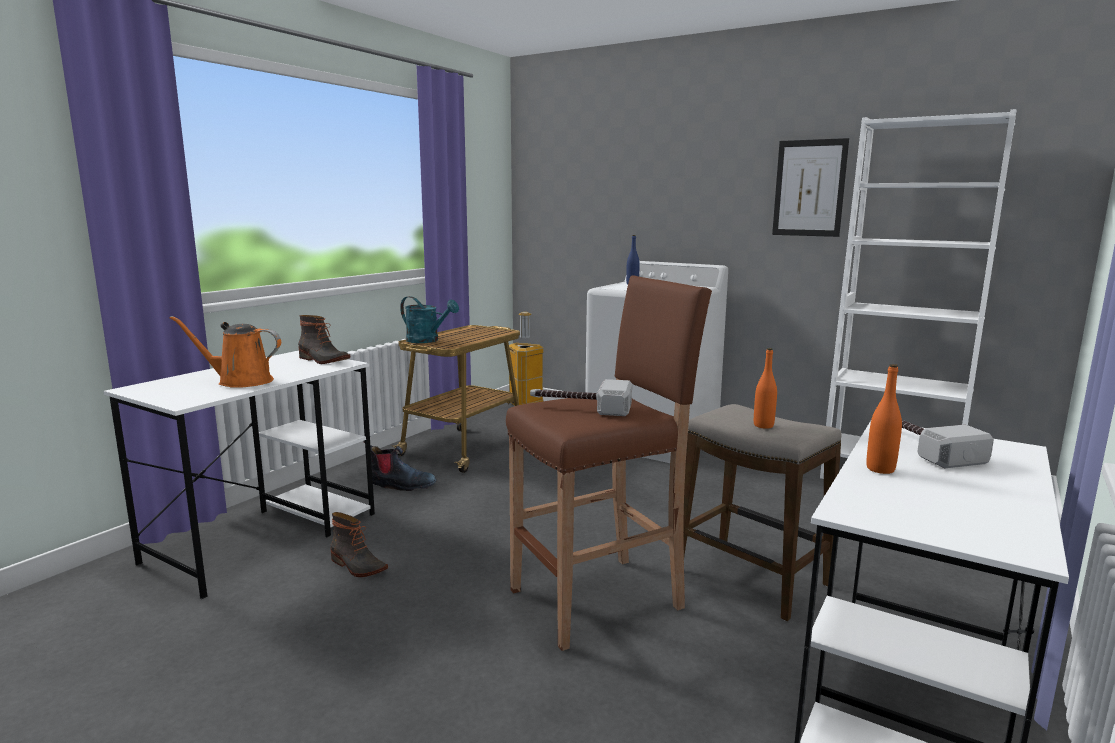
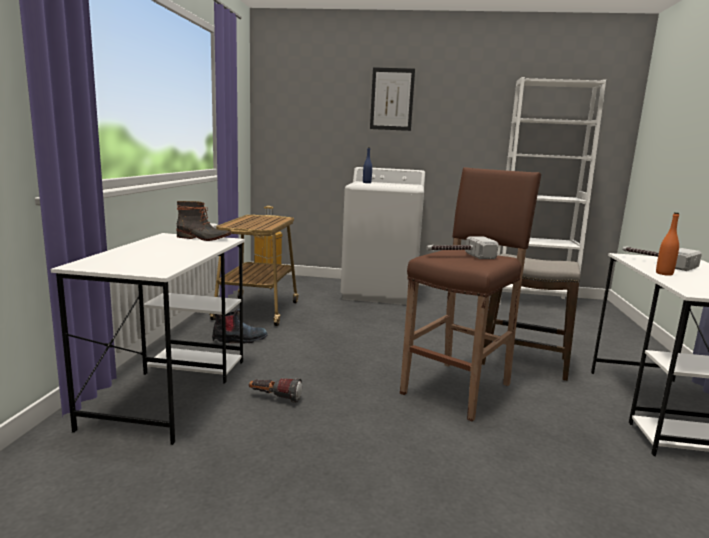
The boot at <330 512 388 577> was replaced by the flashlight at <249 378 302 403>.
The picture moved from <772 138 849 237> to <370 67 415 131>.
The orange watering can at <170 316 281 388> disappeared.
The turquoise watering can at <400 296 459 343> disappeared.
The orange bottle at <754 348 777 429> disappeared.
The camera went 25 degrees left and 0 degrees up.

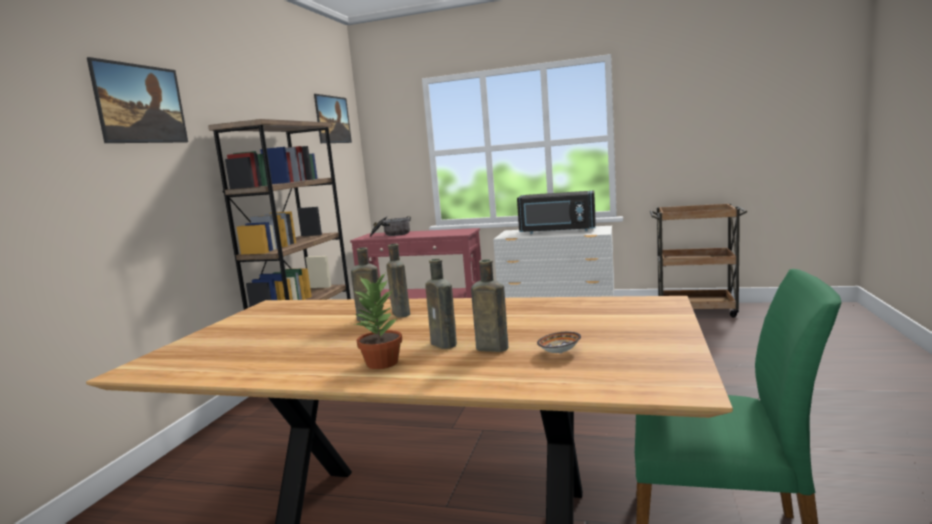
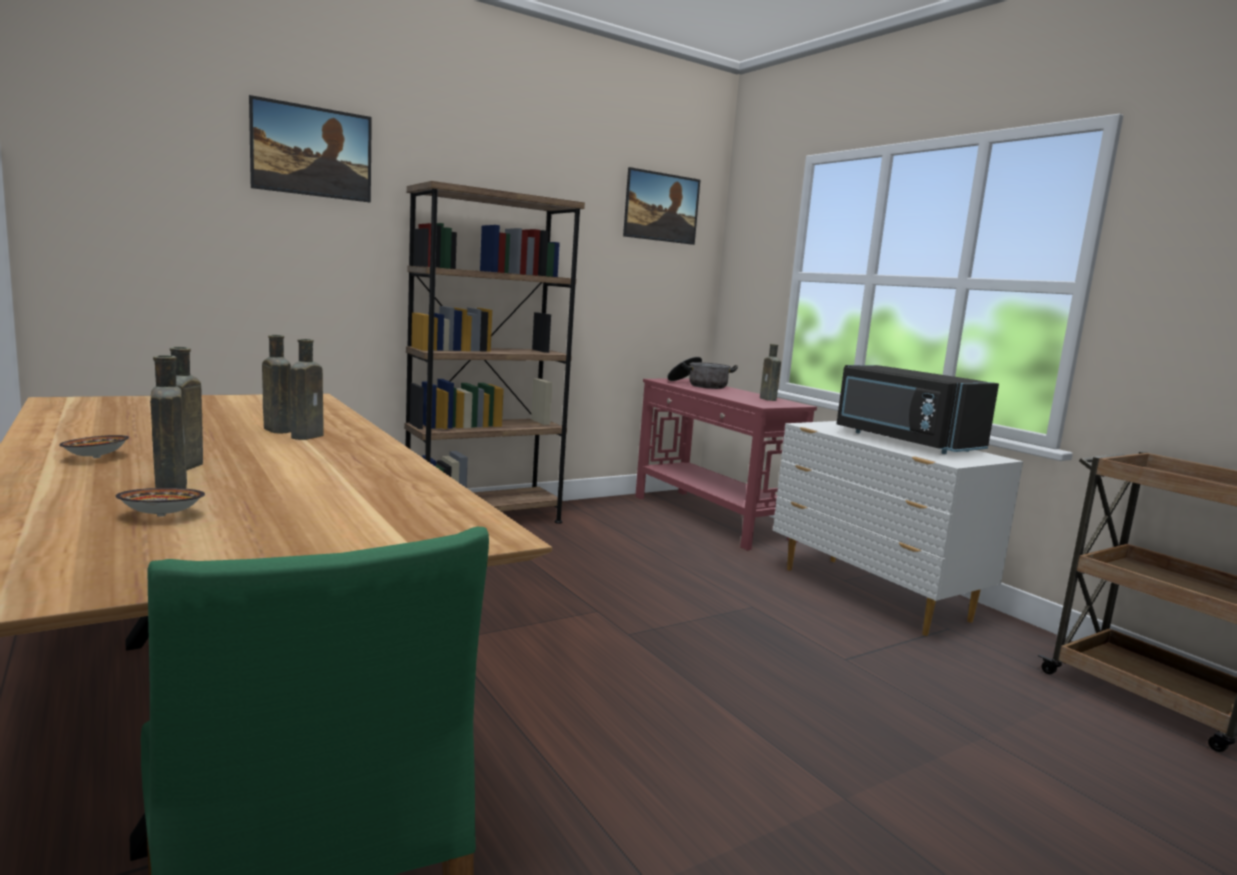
The potted plant at <354 274 402 369> was replaced by the bowl at <59 435 129 458>.
The brown bottle at <760 344 781 401> appeared.
The camera went 40 degrees right and 0 degrees up.

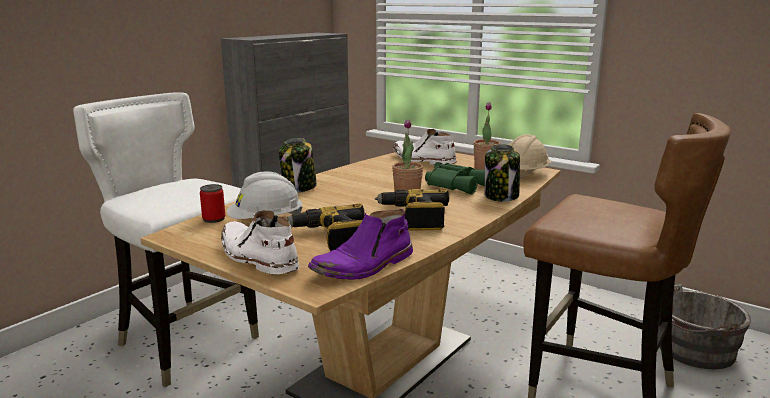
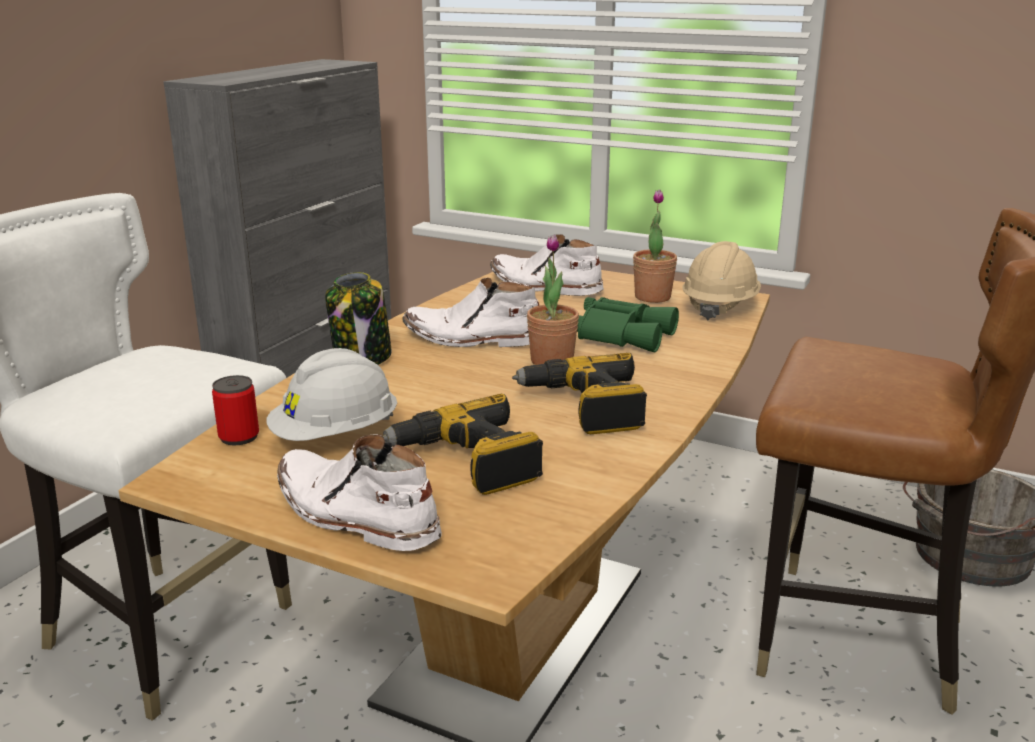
The white boot at <402 278 539 347> appeared.
The purple boot at <308 209 413 280> disappeared.
The jar at <485 144 520 202> disappeared.
The camera went 10 degrees left and 5 degrees up.

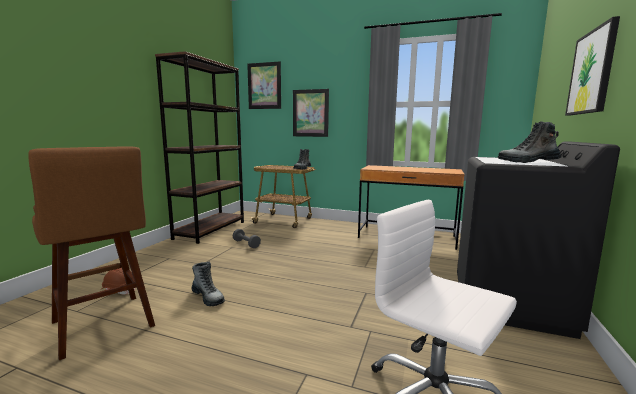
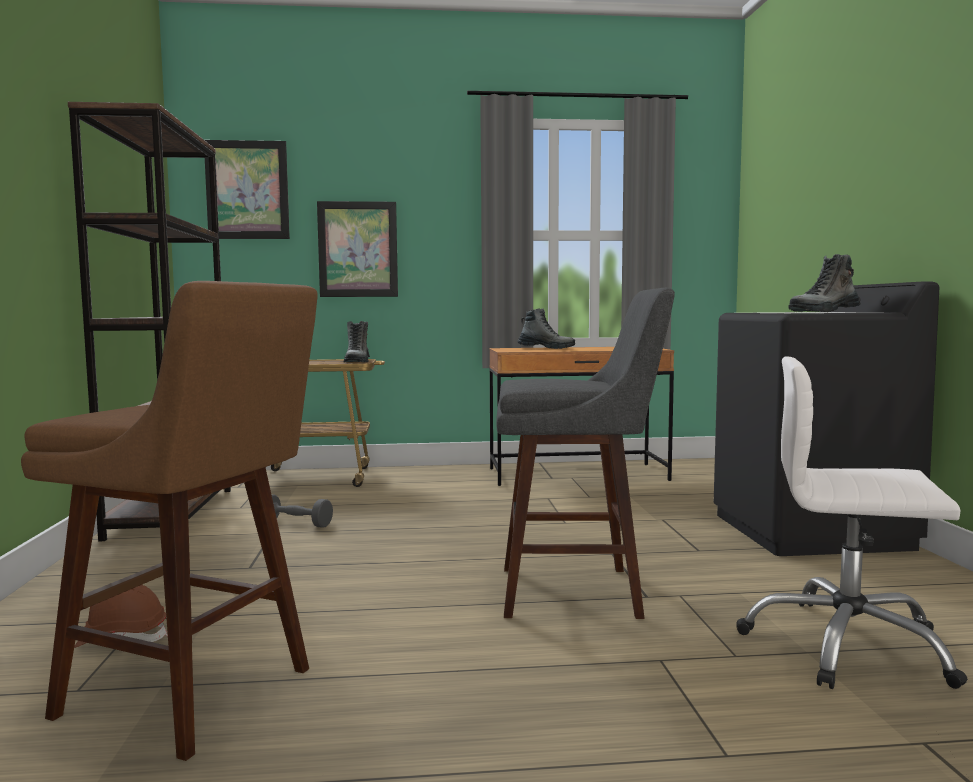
The grey stool at <496 288 675 619> appeared.
The boot moved from <192 261 225 306> to <517 308 575 349>.
The picture at <565 16 620 115> disappeared.
The camera went 25 degrees left and 5 degrees down.

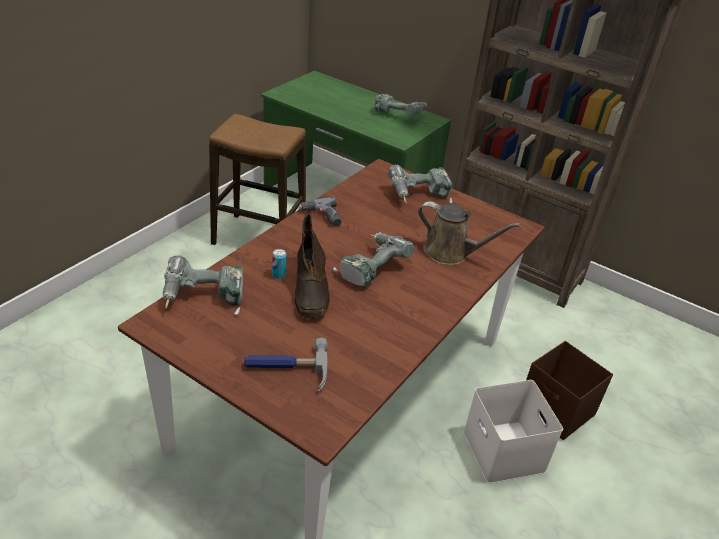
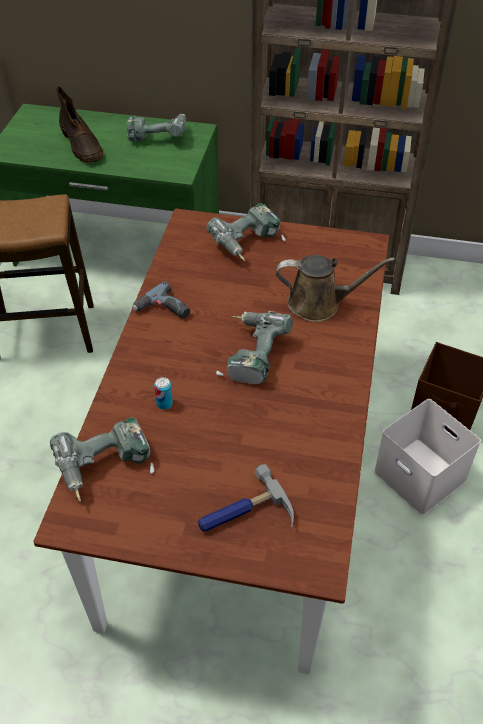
The brown boot moved from <295 213 330 318> to <56 86 103 163>.
The camera went 20 degrees left and 10 degrees up.

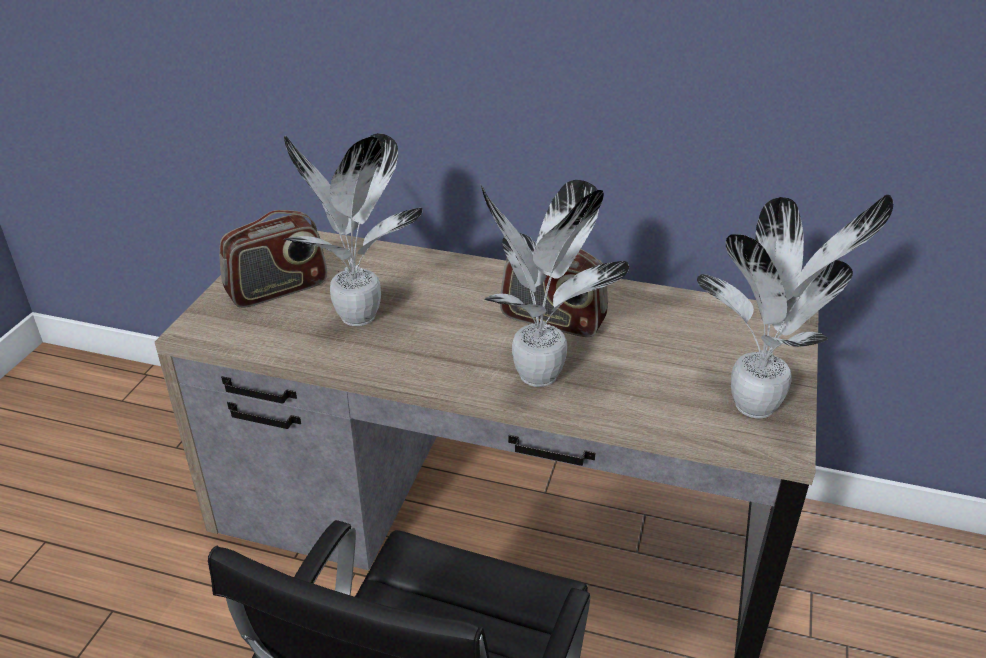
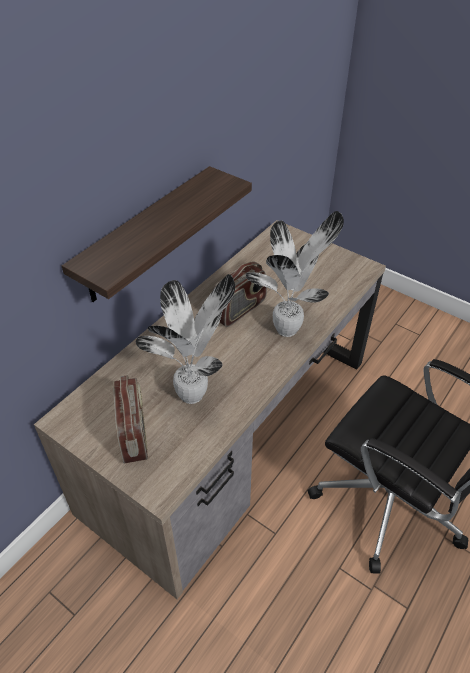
The shelf at <62 166 252 302> appeared.
The potted plant at <697 195 893 418> disappeared.
The camera went 70 degrees left and 10 degrees up.

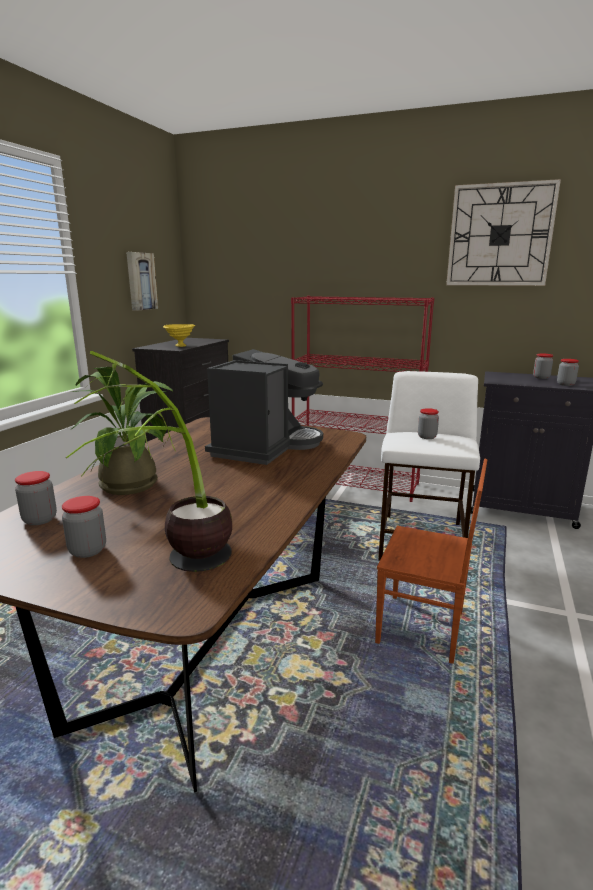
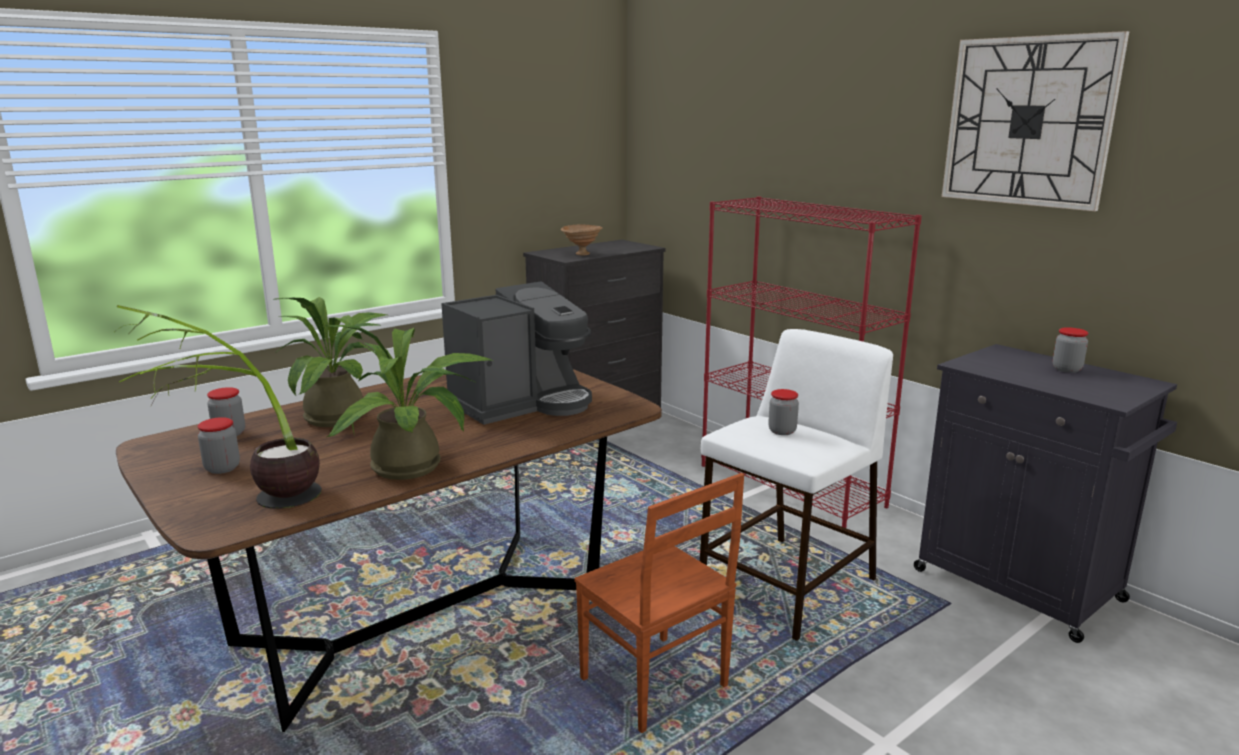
The potted plant at <324 325 494 480> appeared.
The yellow bowl at <163 324 195 347> became the brown bowl at <561 225 603 255>.
The picture at <126 252 158 311> disappeared.
The jar at <557 359 579 386> disappeared.
The camera went 30 degrees right and 0 degrees up.

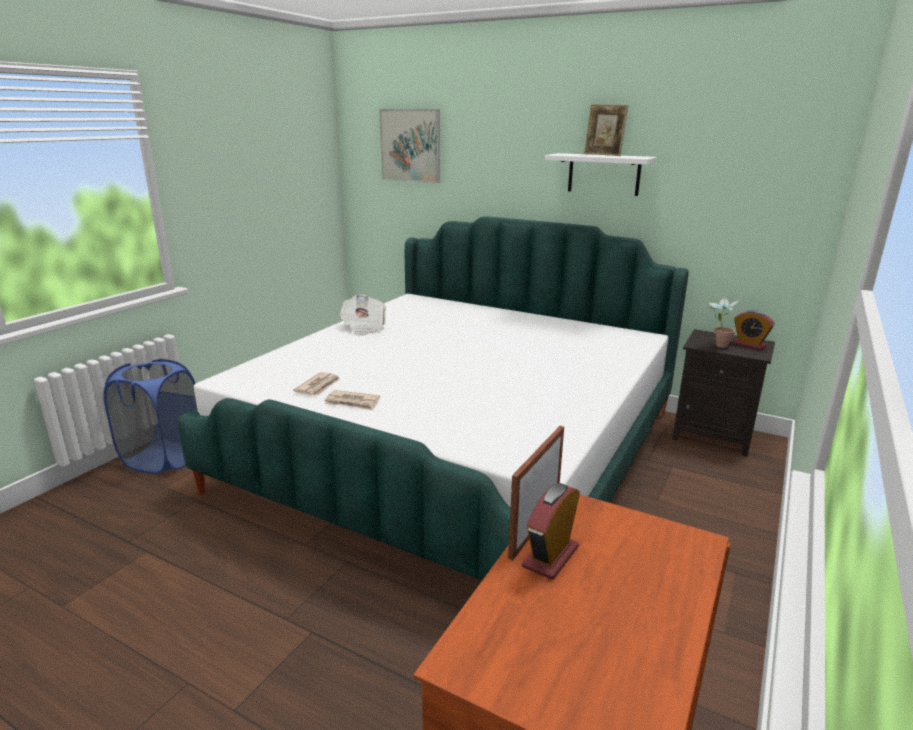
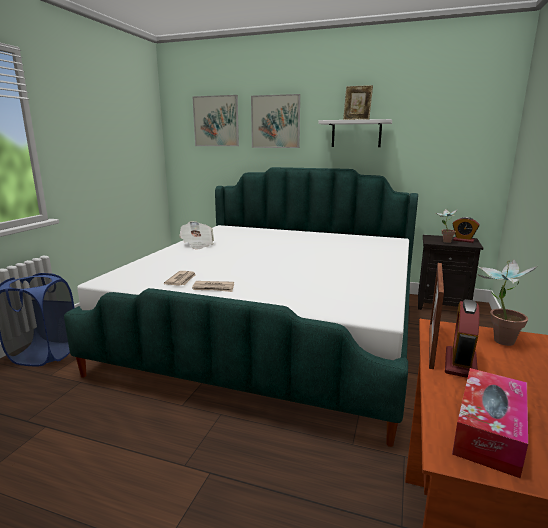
The picture at <251 94 300 148> appeared.
The tissue box at <452 368 528 479> appeared.
The potted plant at <477 260 538 346> appeared.
The camera went 10 degrees left and 5 degrees down.

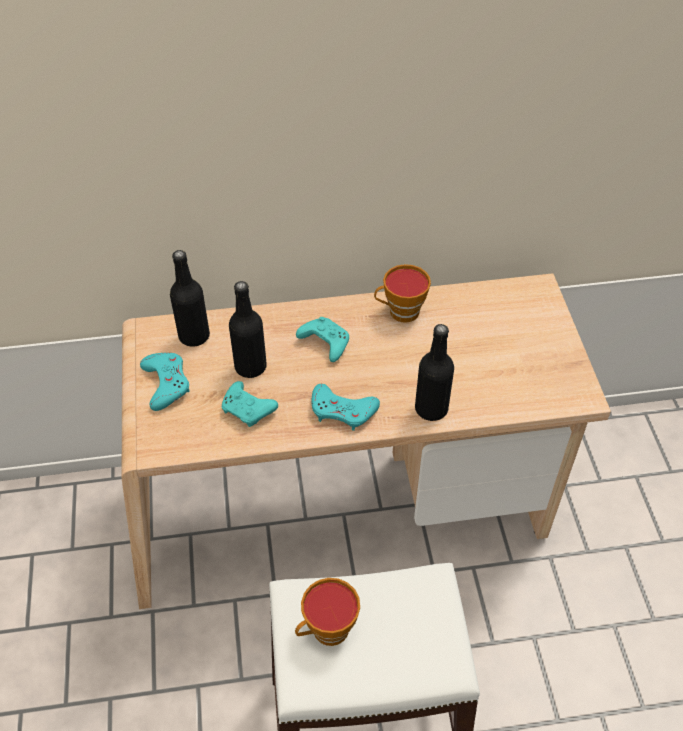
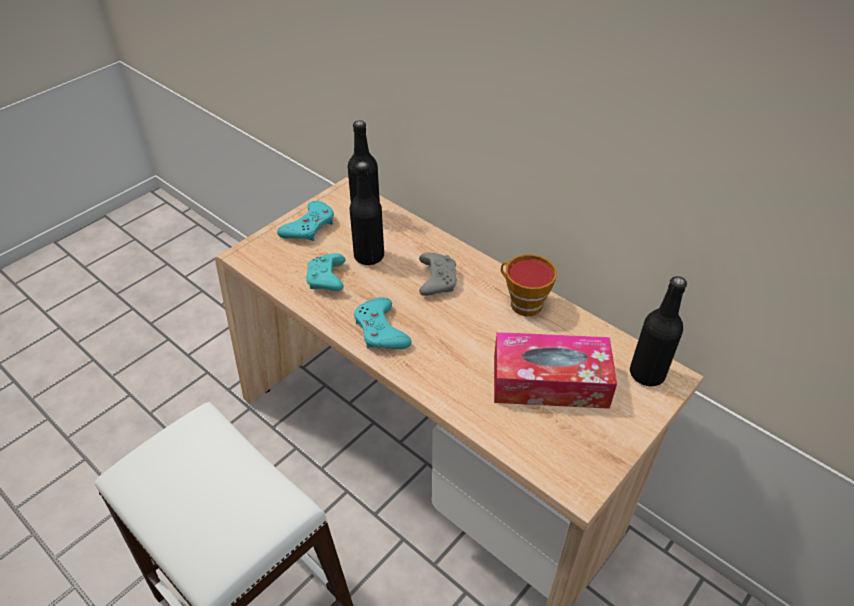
The turquoise game controller at <296 317 349 362> became the grey game controller at <419 253 457 296>.
The tissue box at <494 332 617 409> appeared.
The black bottle moved from <415 324 454 421> to <630 276 687 386>.
The cup at <295 578 360 646> disappeared.
The camera went 50 degrees right and 5 degrees down.

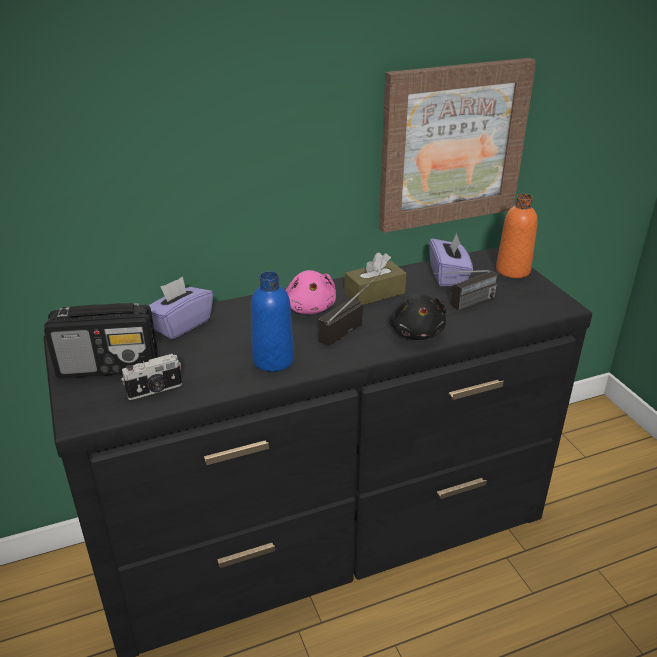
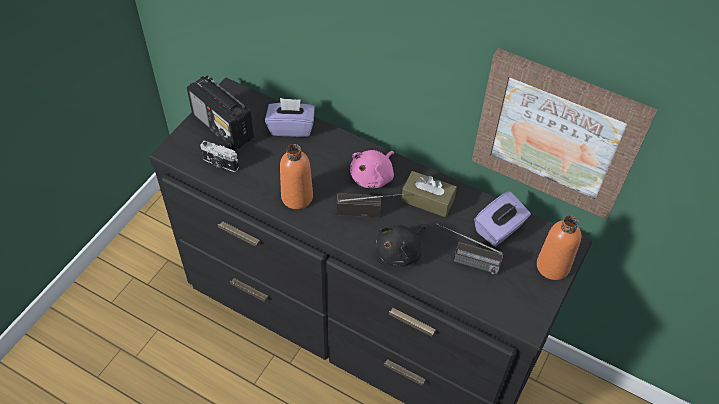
The blue bottle at <251 271 294 372> became the orange bottle at <280 144 313 209>.
The camera went 50 degrees right and 20 degrees up.

